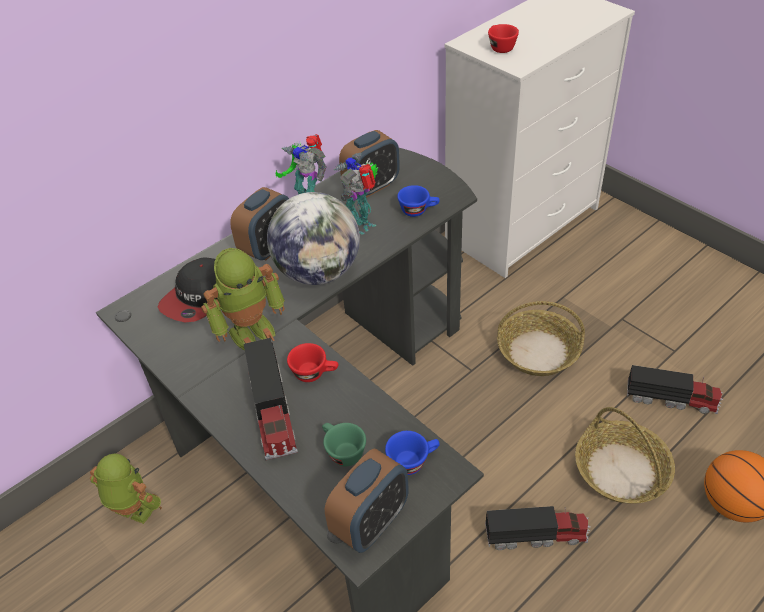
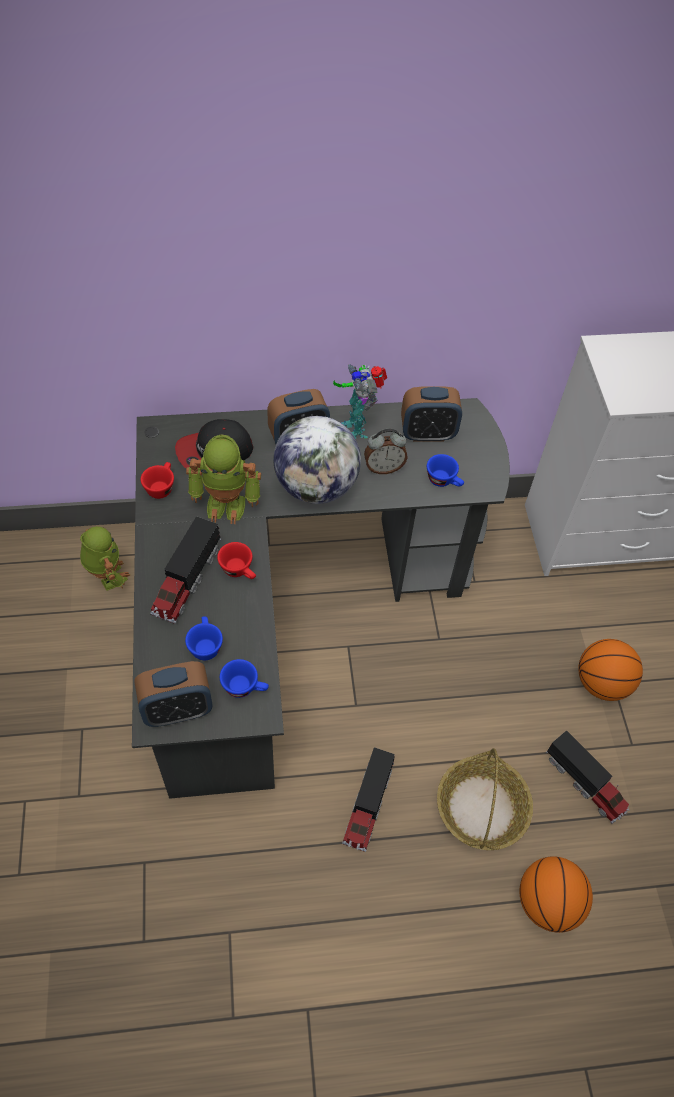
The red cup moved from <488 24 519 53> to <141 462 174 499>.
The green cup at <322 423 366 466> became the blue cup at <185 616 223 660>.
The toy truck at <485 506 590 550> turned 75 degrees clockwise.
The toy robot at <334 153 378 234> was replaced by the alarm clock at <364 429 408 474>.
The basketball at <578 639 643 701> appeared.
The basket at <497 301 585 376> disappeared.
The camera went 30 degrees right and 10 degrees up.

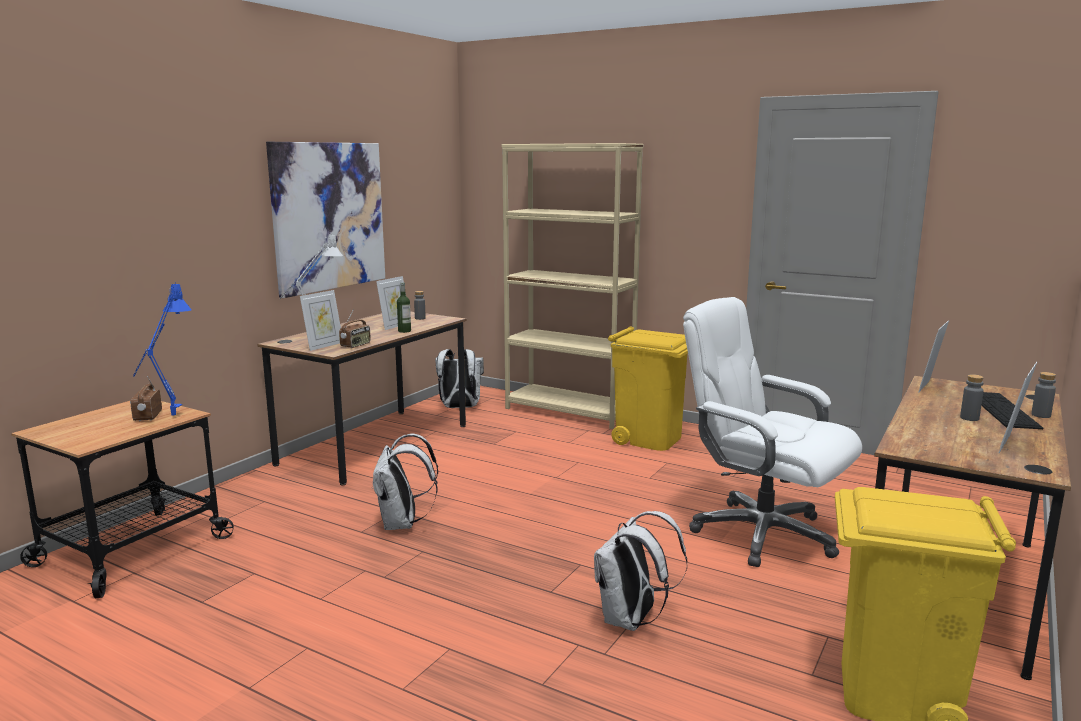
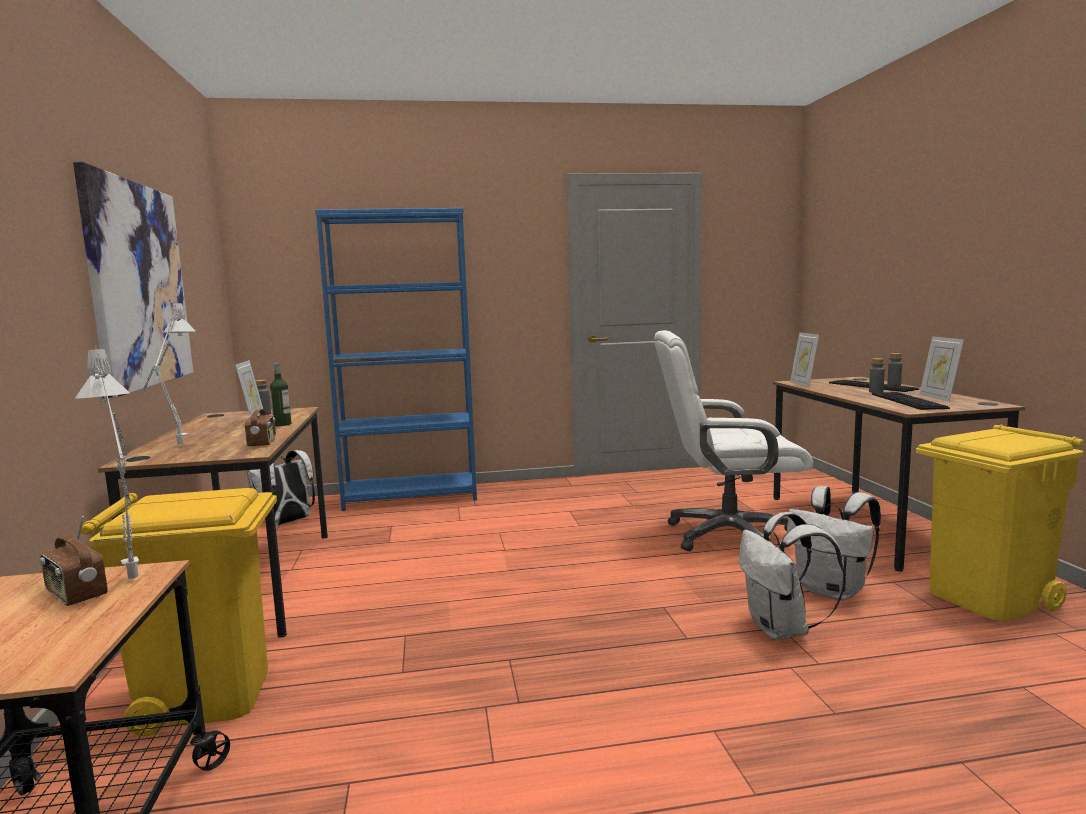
The blue table lamp at <133 282 192 416> became the grey table lamp at <75 345 139 579>.
The yellow trash can moved from <608 326 688 451> to <81 488 277 736>.
The beige bookcase at <501 143 644 429> became the blue bookcase at <315 208 477 511>.
The white backpack moved from <372 434 438 530> to <787 486 881 600>.
The keyboard at <872 392 950 410> appeared.
The picture frame at <300 290 341 351> disappeared.
The camera went 40 degrees left and 5 degrees down.

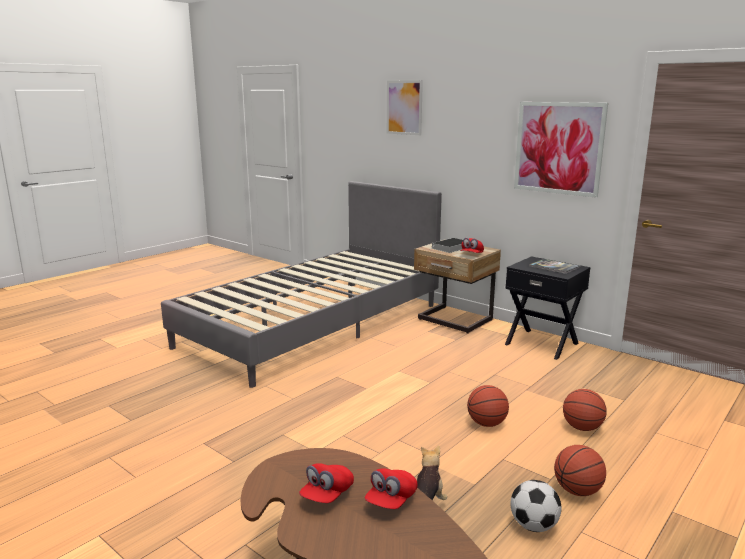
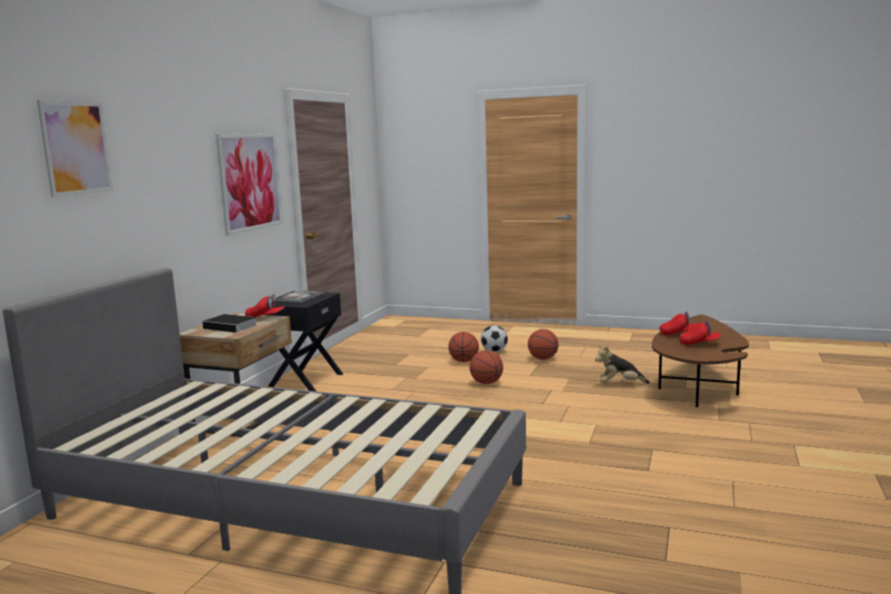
The football moved from <510 480 561 532> to <481 326 508 352>.
The camera went 110 degrees left and 5 degrees down.

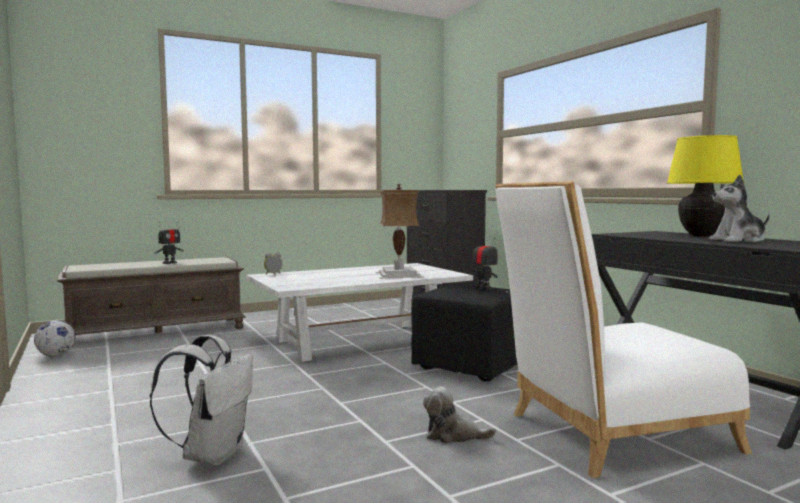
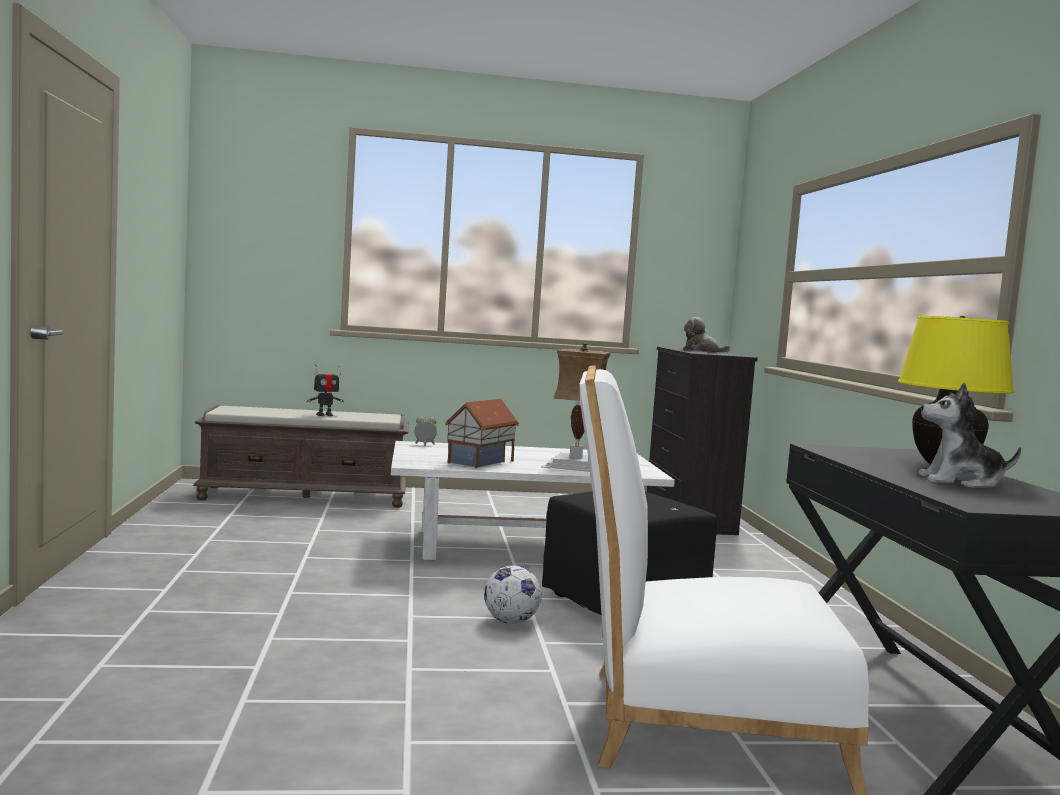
The toy house at <445 399 519 468> appeared.
The football moved from <34 321 76 356> to <484 565 542 624>.
The plush toy moved from <423 386 496 444> to <683 317 731 353>.
The white backpack at <150 335 253 465> disappeared.
The toy robot at <471 237 498 290> disappeared.
The camera went 20 degrees right and 0 degrees up.

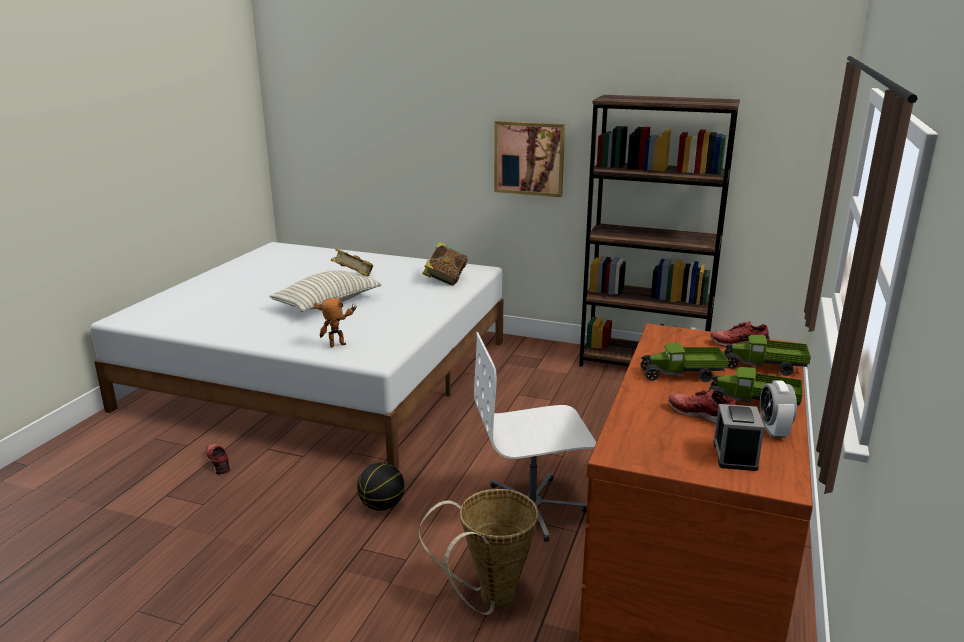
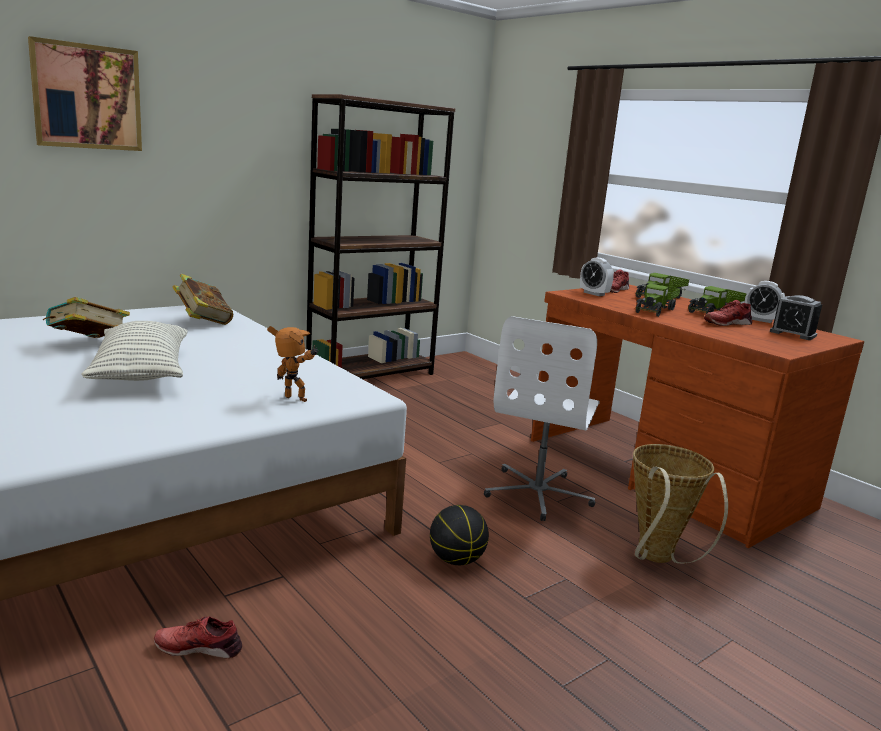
The picture moved from <494 121 565 197> to <28 36 142 151>.
The toy robot at <314 298 357 347> turned 105 degrees clockwise.
The alarm clock at <580 258 614 296> appeared.
The camera went 60 degrees left and 5 degrees down.

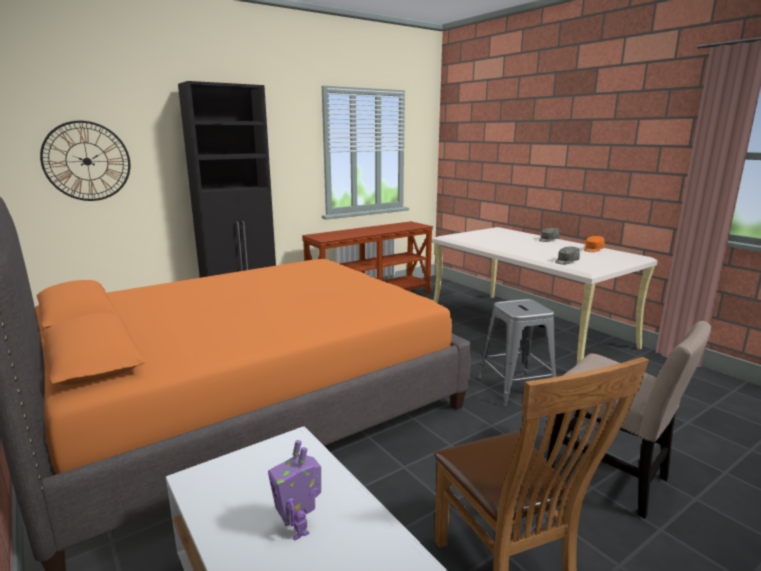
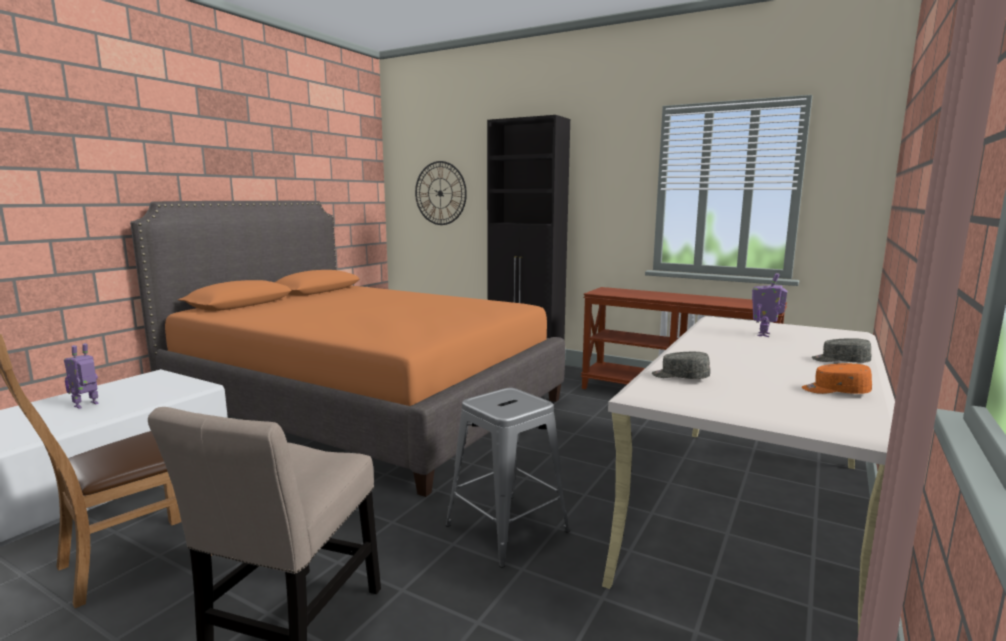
The toy robot at <752 273 787 337> appeared.
The camera went 65 degrees right and 5 degrees down.

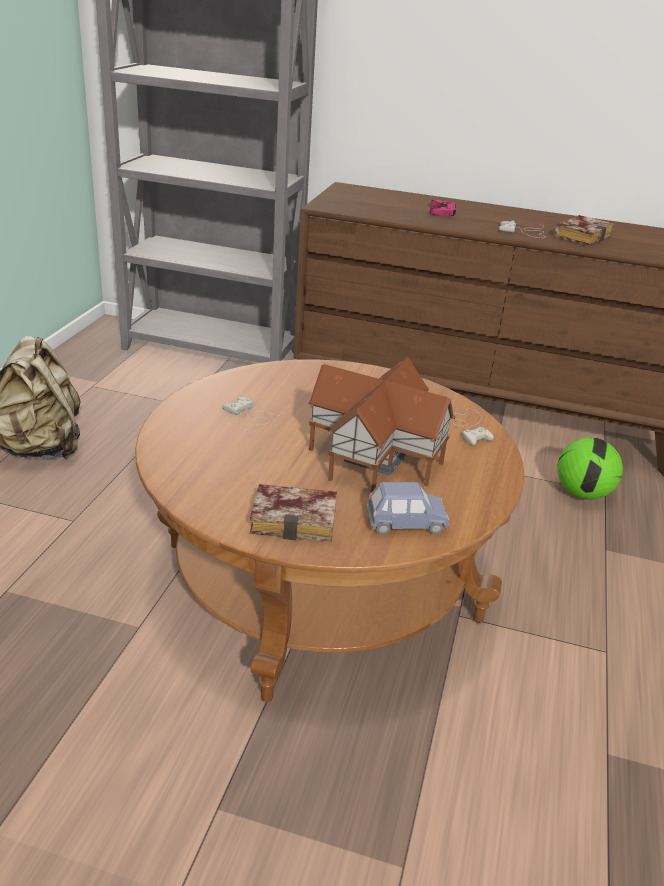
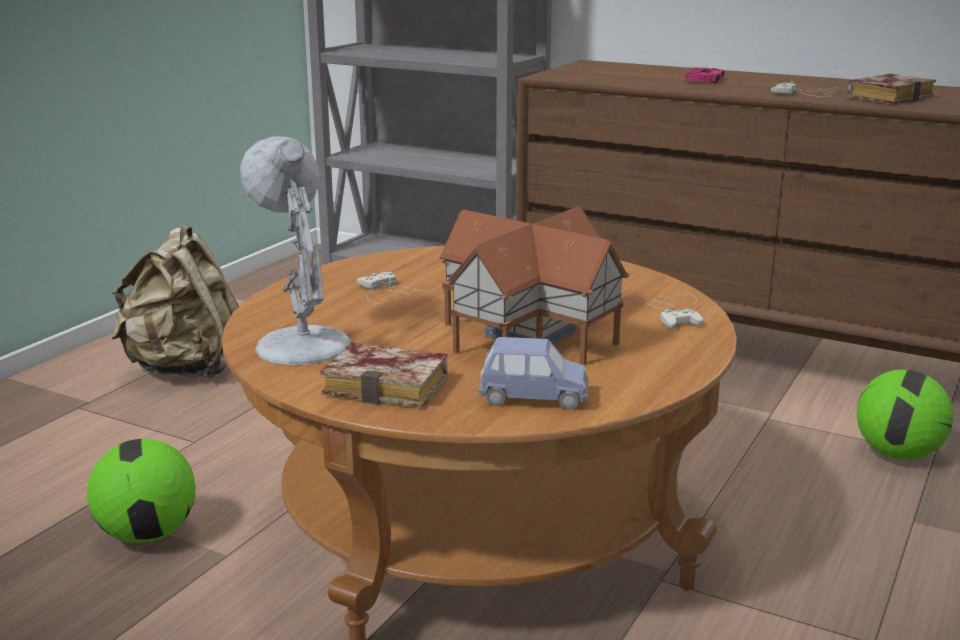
The football at <87 439 195 543> appeared.
The white table lamp at <240 136 351 365> appeared.
The camera went 15 degrees right and 10 degrees down.

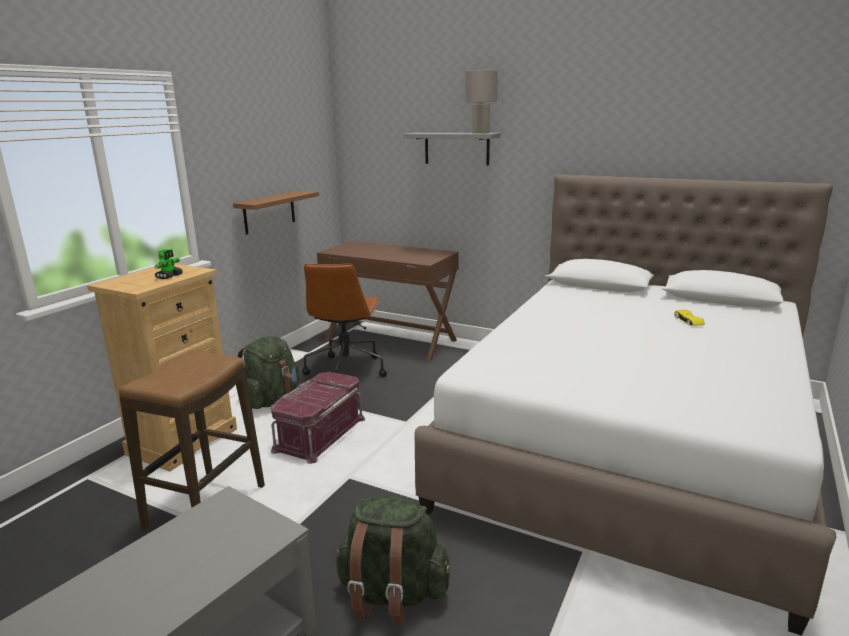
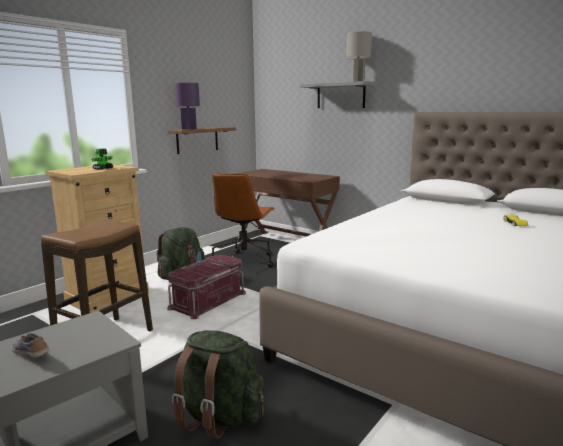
The shoe at <11 333 49 358> appeared.
The purple table lamp at <174 83 200 129> appeared.
The camera went 10 degrees right and 5 degrees down.

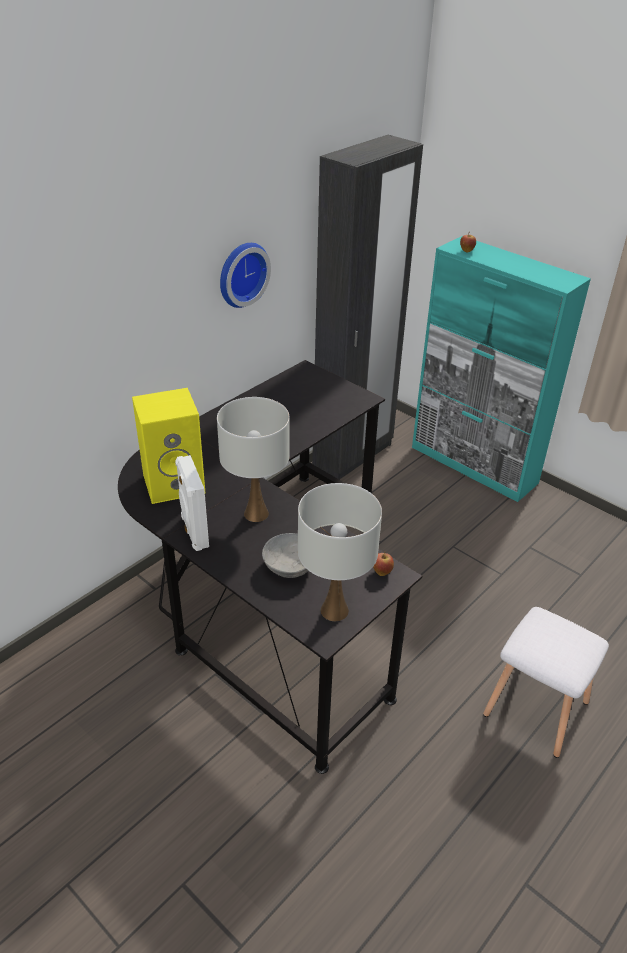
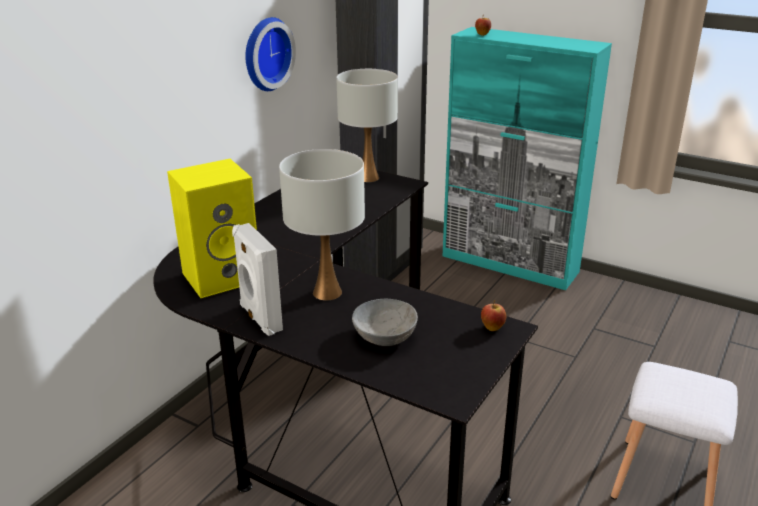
The white table lamp moved from <298 483 382 621> to <336 69 398 182>.
The camera went 10 degrees left and 10 degrees down.

